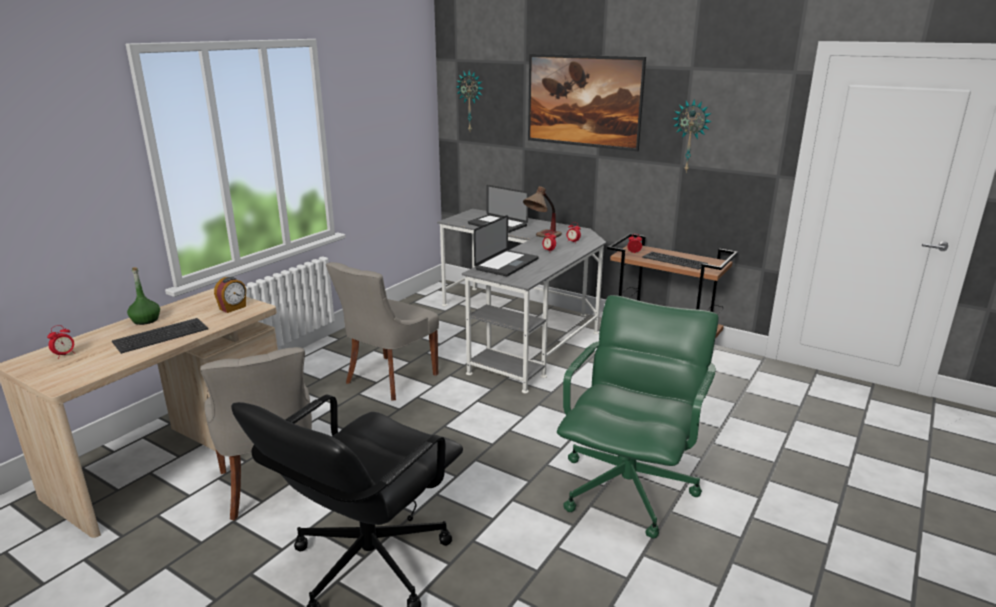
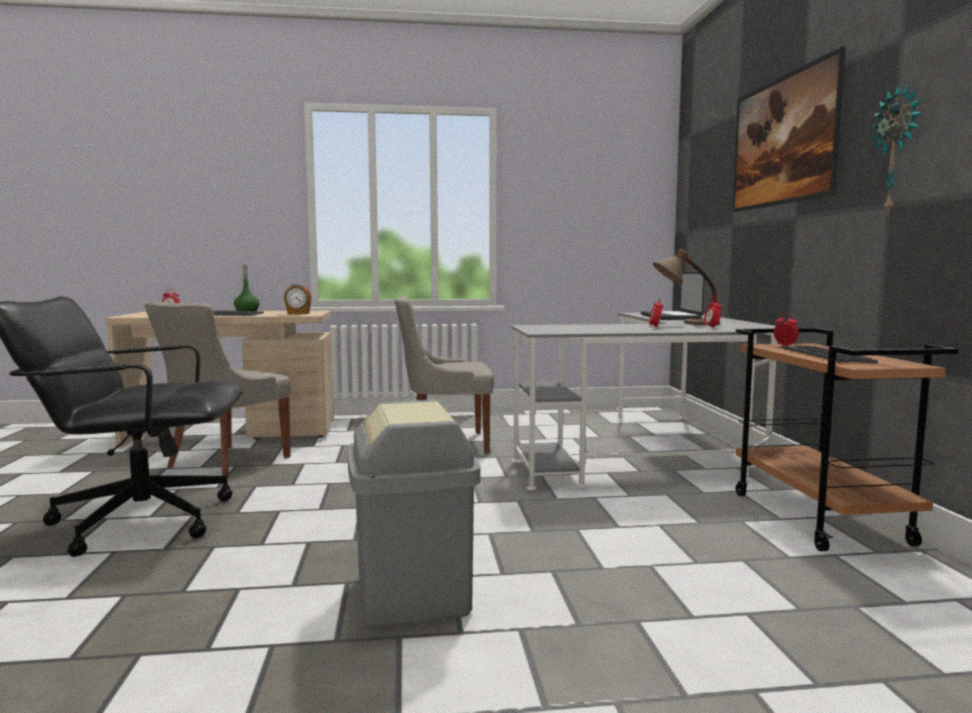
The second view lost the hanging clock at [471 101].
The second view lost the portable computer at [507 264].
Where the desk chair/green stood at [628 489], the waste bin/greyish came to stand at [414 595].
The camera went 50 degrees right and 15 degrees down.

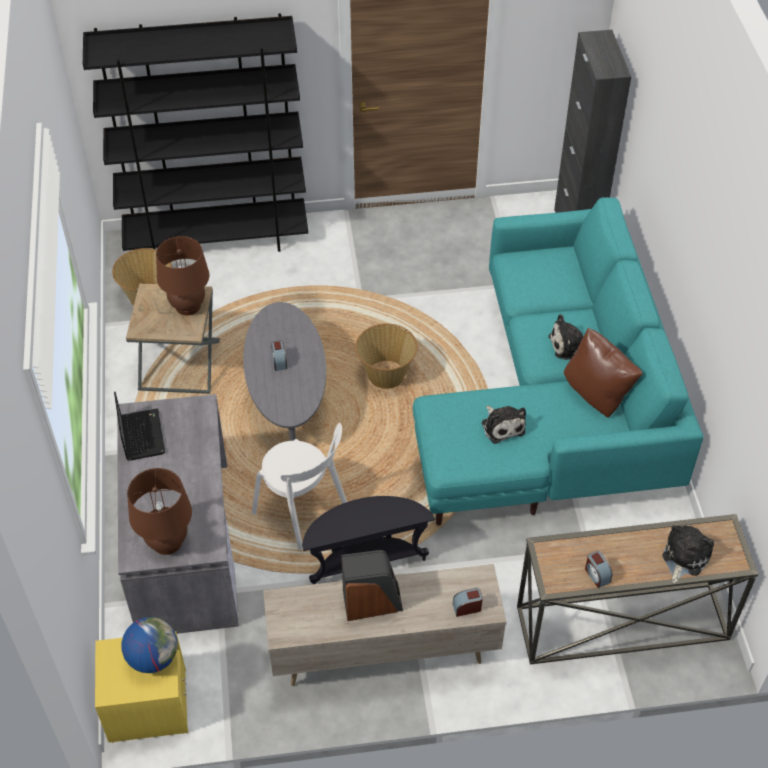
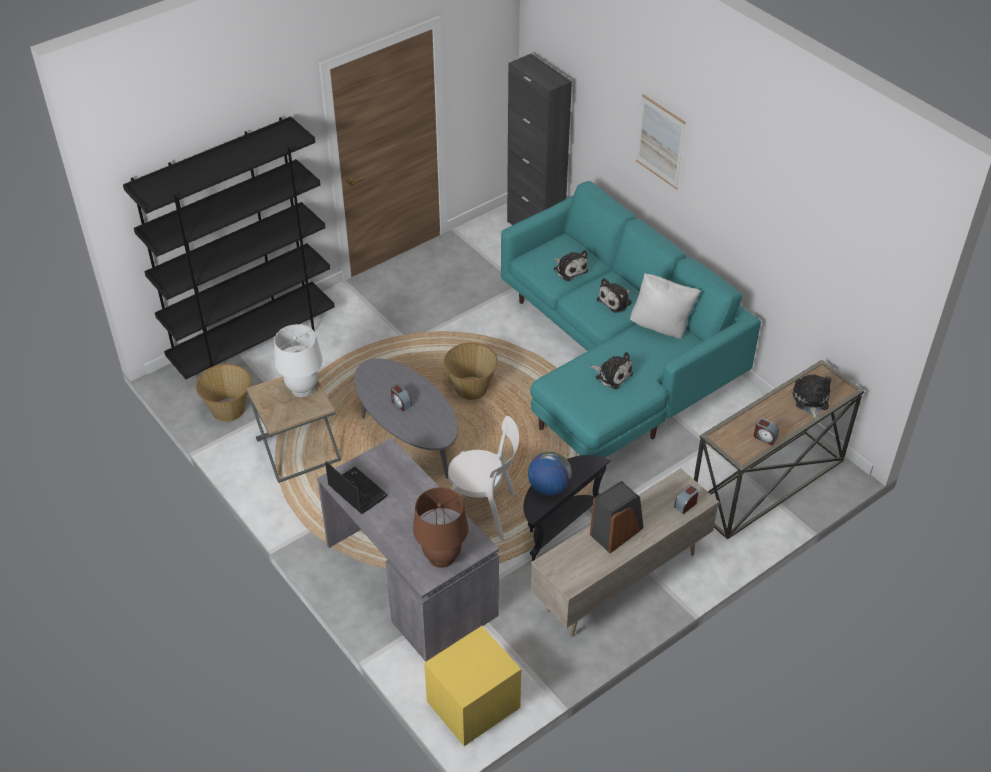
What was the tabletop lamp/brown-coloured at [188 306] turned into the tabletop lamp/white at [302 388].
What was the cushion/brown-coloured at [597 395] turned into the cushion/white at [661 327].
The desk globe ended up elsewhere, having gone from [153 657] to [549 487].
The second view gained the wall picture at [660 141].
The second view gained the soft toy at [569 269].
The camera went 30 degrees left and 5 degrees down.

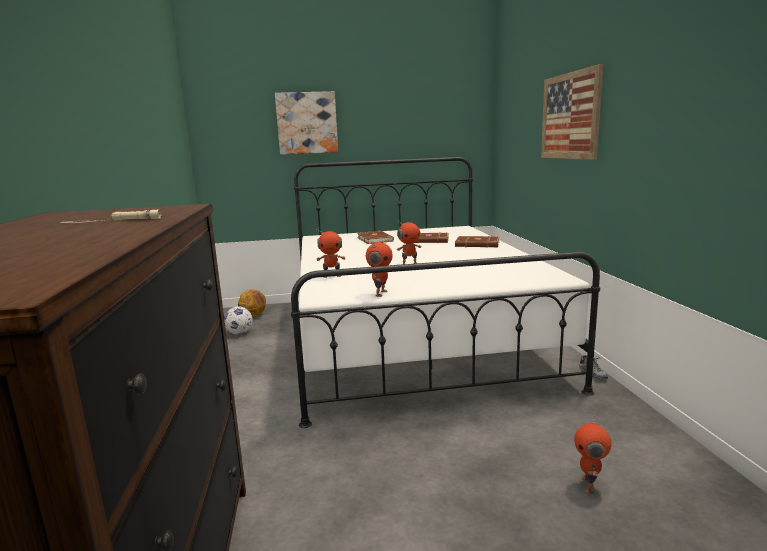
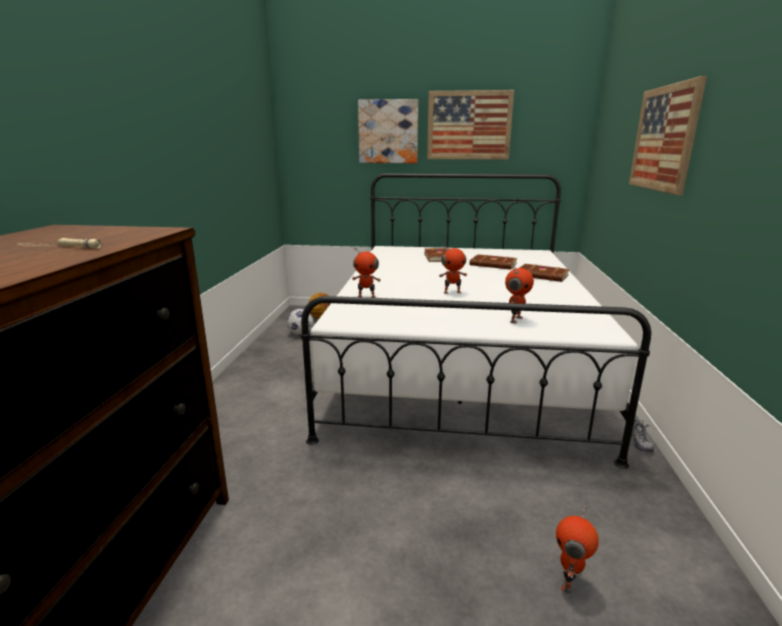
The toy robot ended up elsewhere, having gone from [380 293] to [515 319].
The second view gained the wall picture at [469 125].
The camera went 15 degrees right and 5 degrees up.

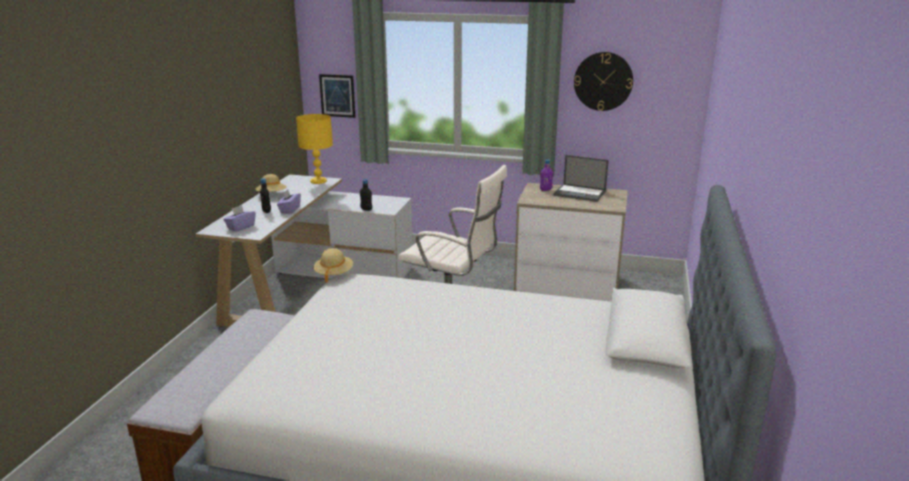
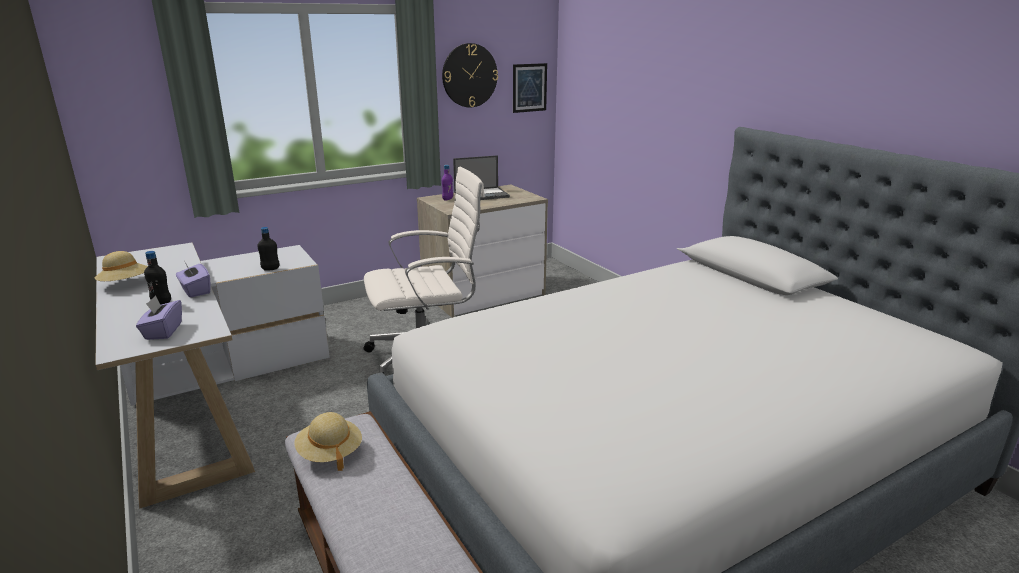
The wall picture ended up elsewhere, having gone from [337 95] to [529 88].
The second view lost the tabletop lamp/yellow-coloured at [318 181].
The clothing hat/sand-coloured ended up elsewhere, having gone from [334 274] to [330 453].
The camera went 45 degrees left and 0 degrees up.

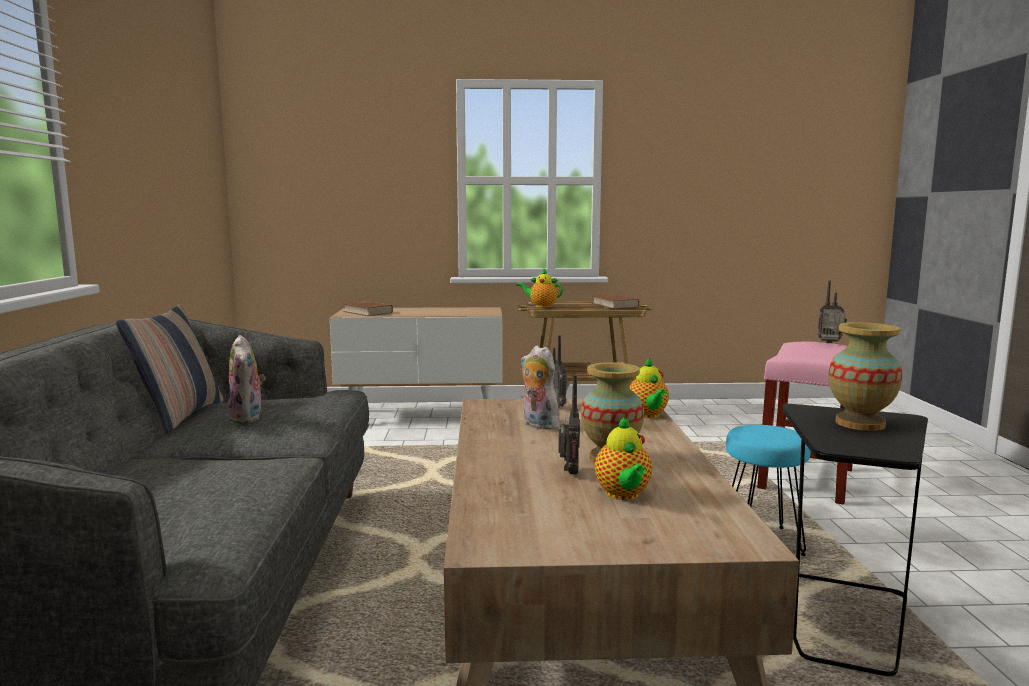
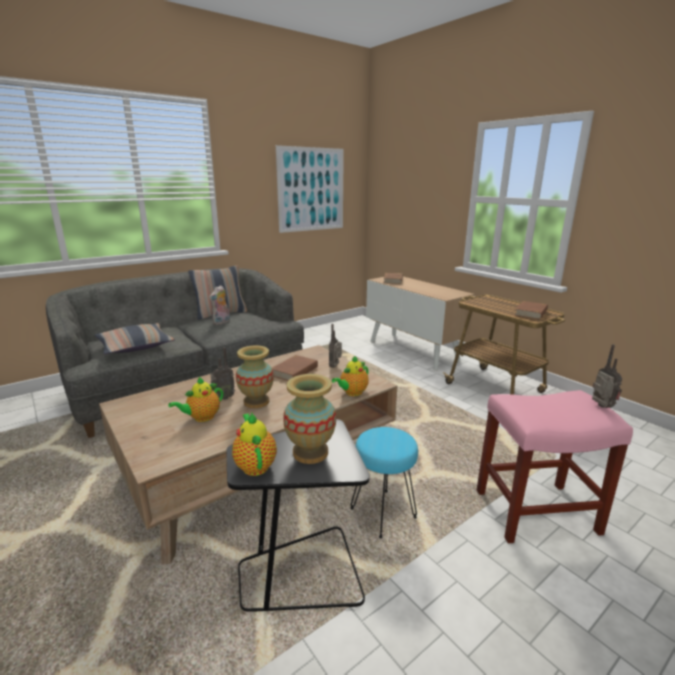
The teapot ended up elsewhere, having gone from [541 306] to [255 465].
Where the soft toy stood at [537 425], the bound book/brown-coloured came to stand at [295 371].
The second view gained the wall picture at [311 189].
The second view gained the cushion at [135 346].
The camera went 55 degrees right and 10 degrees up.

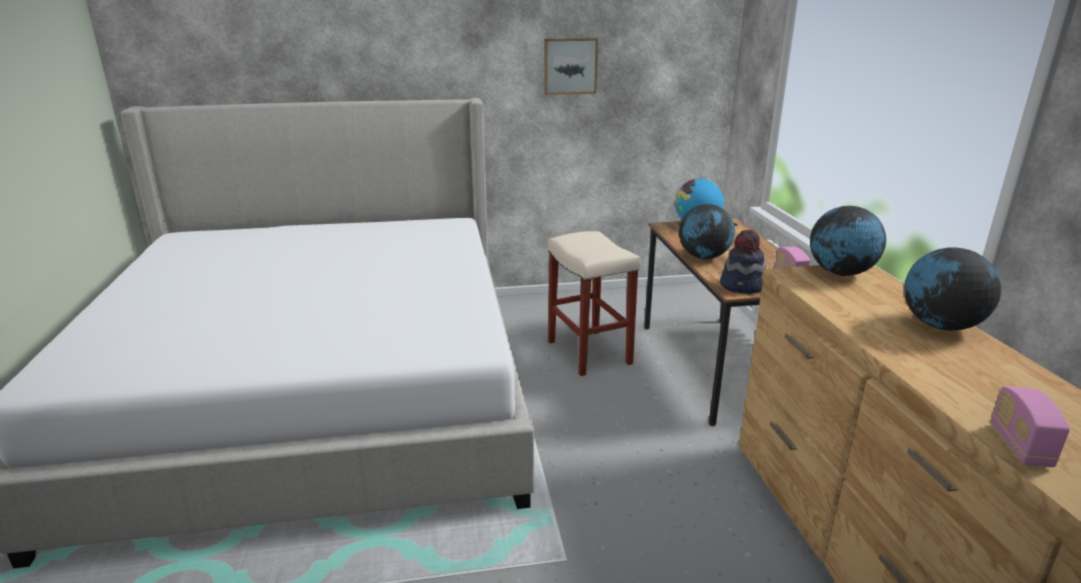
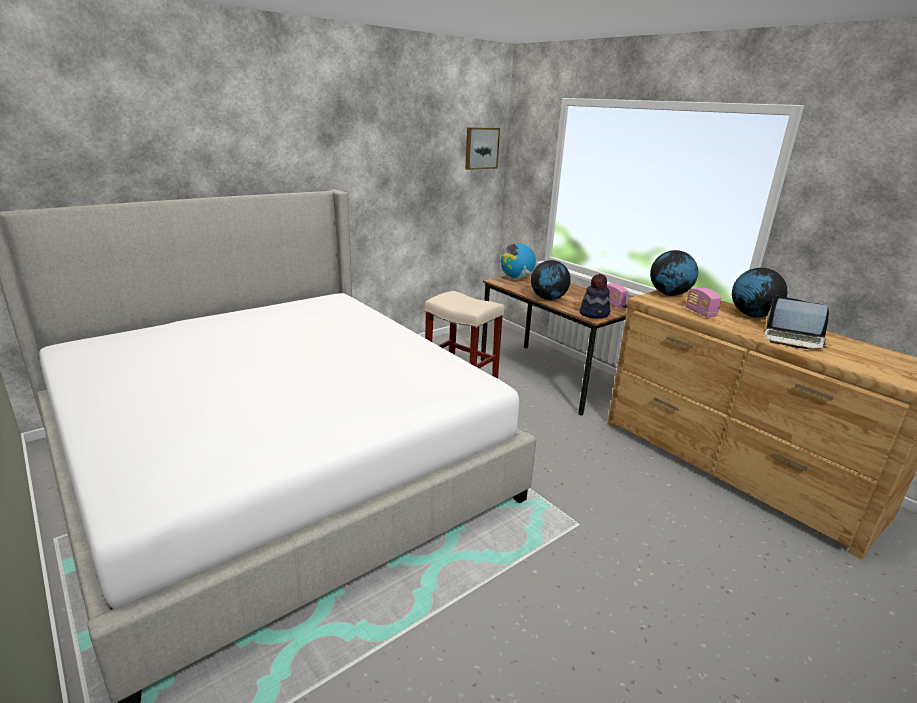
The wall picture ended up elsewhere, having gone from [570 66] to [481 148].
The radio receiver ended up elsewhere, having gone from [1020 446] to [700 312].
The second view gained the portable computer at [793 340].
The camera went 30 degrees left and 0 degrees up.

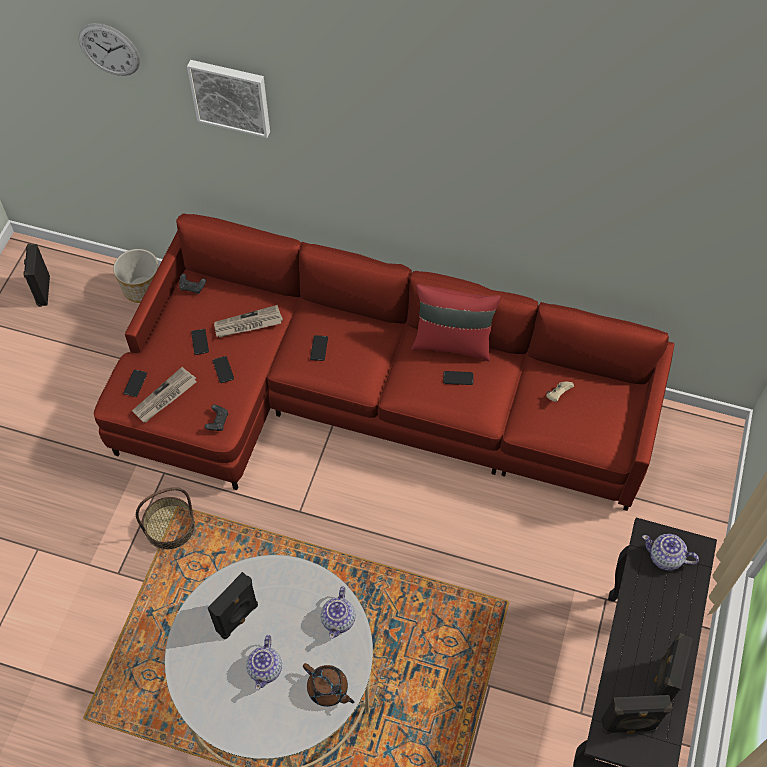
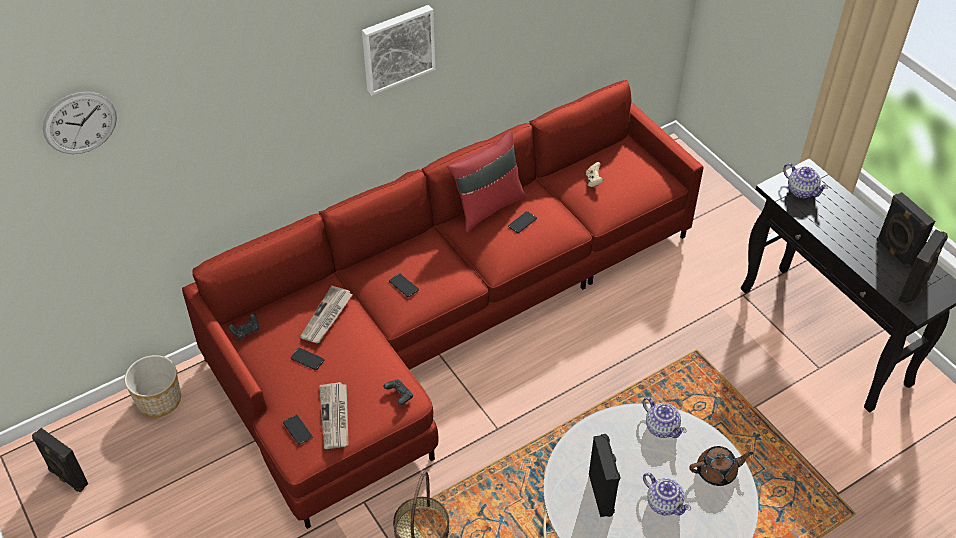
The wall picture ended up elsewhere, having gone from [231 96] to [397 48].
The second view lost the telephone at [223 370].
The teapot at [666 558] ended up facing another way, 105 degrees counterclockwise from before.
The camera went 50 degrees left and 10 degrees down.

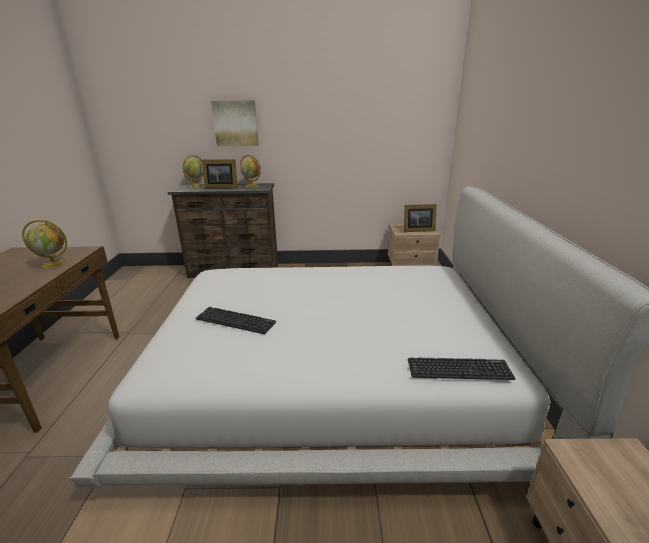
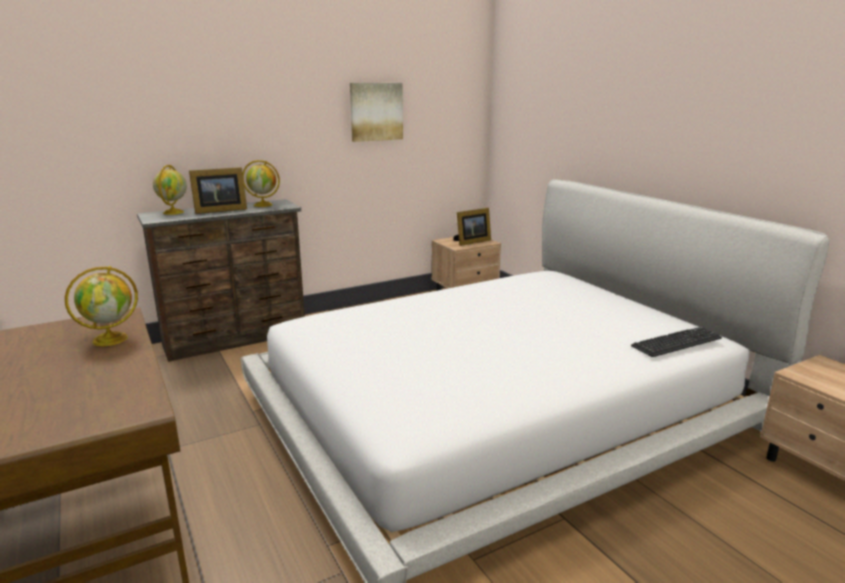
The wall picture ended up elsewhere, having gone from [235 123] to [376 111].
The second view lost the PC keyboard at [235 321].
The camera went 30 degrees left and 5 degrees down.

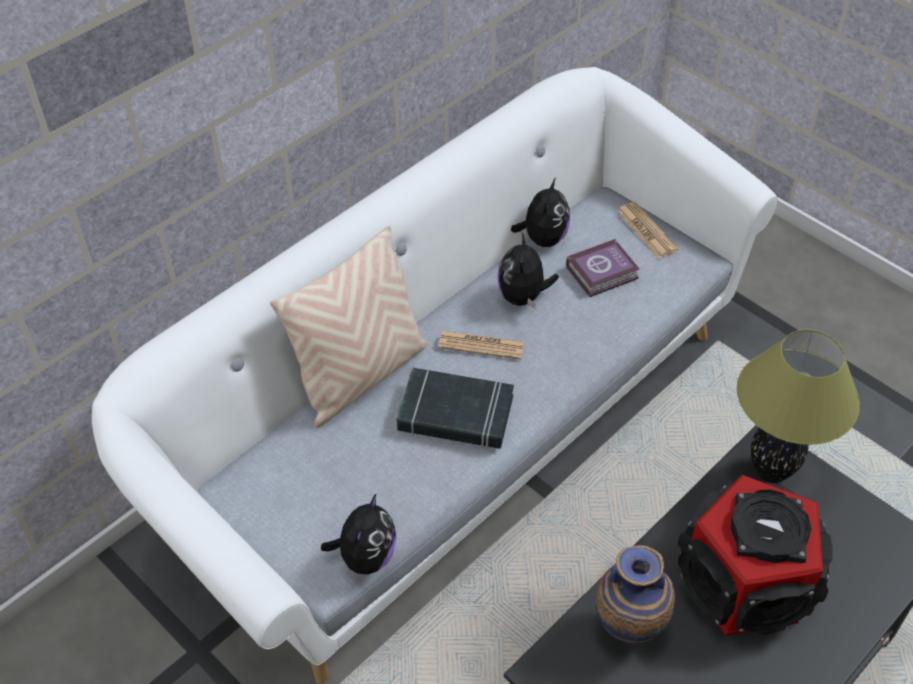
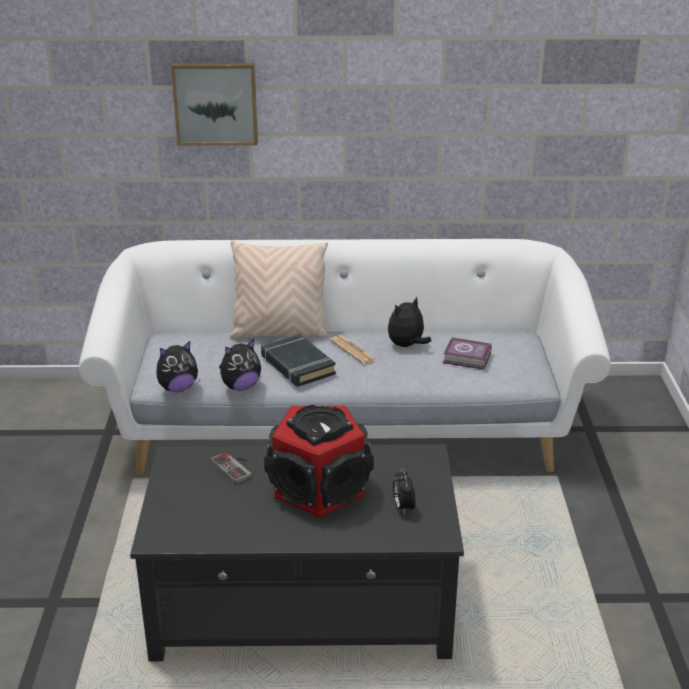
The soft toy ended up elsewhere, having gone from [542 238] to [240 386].
The second view lost the newspaper at [646 231].
The second view lost the tabletop lamp at [770 470].
Where the vase stood at [628 628], the gamepad came to stand at [235 467].
The second view gained the wall picture at [215 103].
The second view gained the alarm clock at [403 507].
The camera went 45 degrees right and 20 degrees down.

